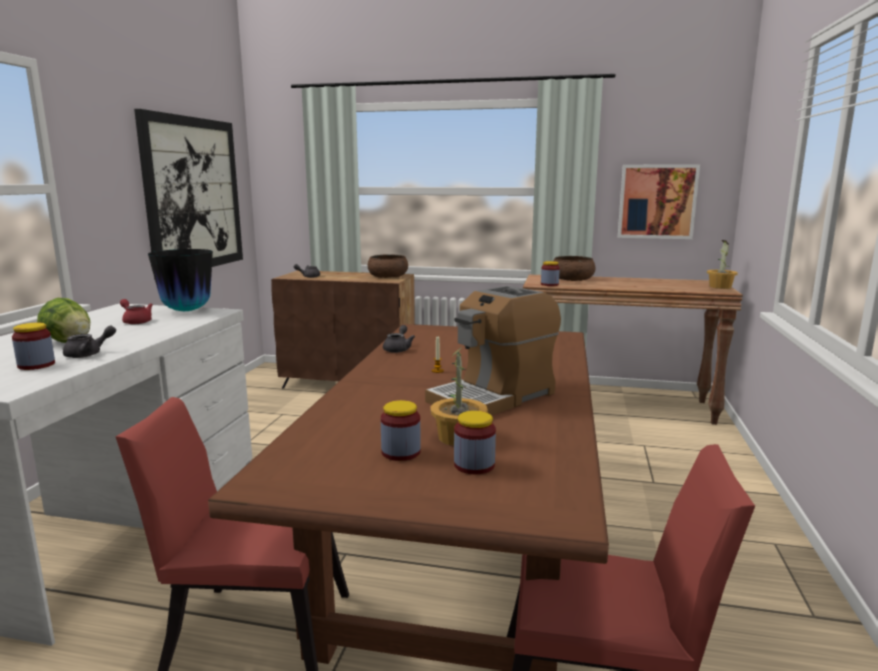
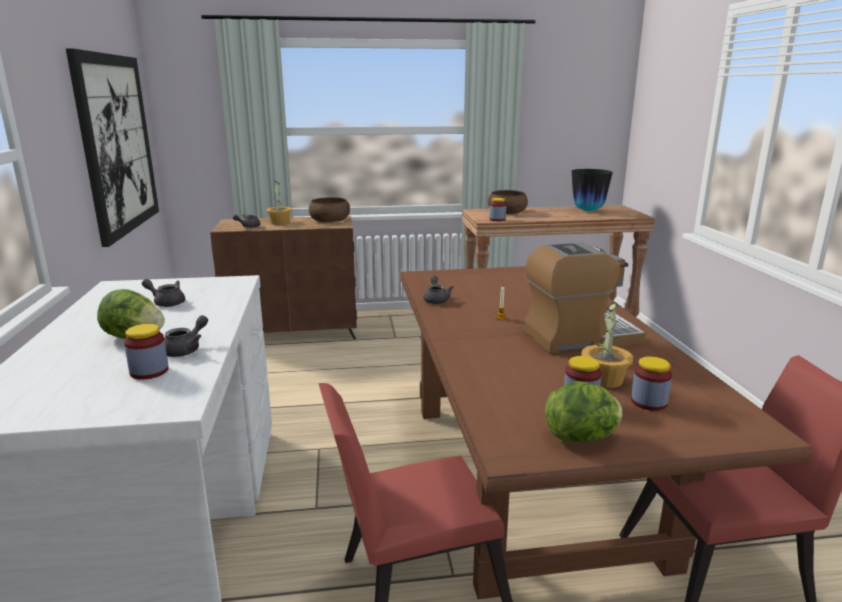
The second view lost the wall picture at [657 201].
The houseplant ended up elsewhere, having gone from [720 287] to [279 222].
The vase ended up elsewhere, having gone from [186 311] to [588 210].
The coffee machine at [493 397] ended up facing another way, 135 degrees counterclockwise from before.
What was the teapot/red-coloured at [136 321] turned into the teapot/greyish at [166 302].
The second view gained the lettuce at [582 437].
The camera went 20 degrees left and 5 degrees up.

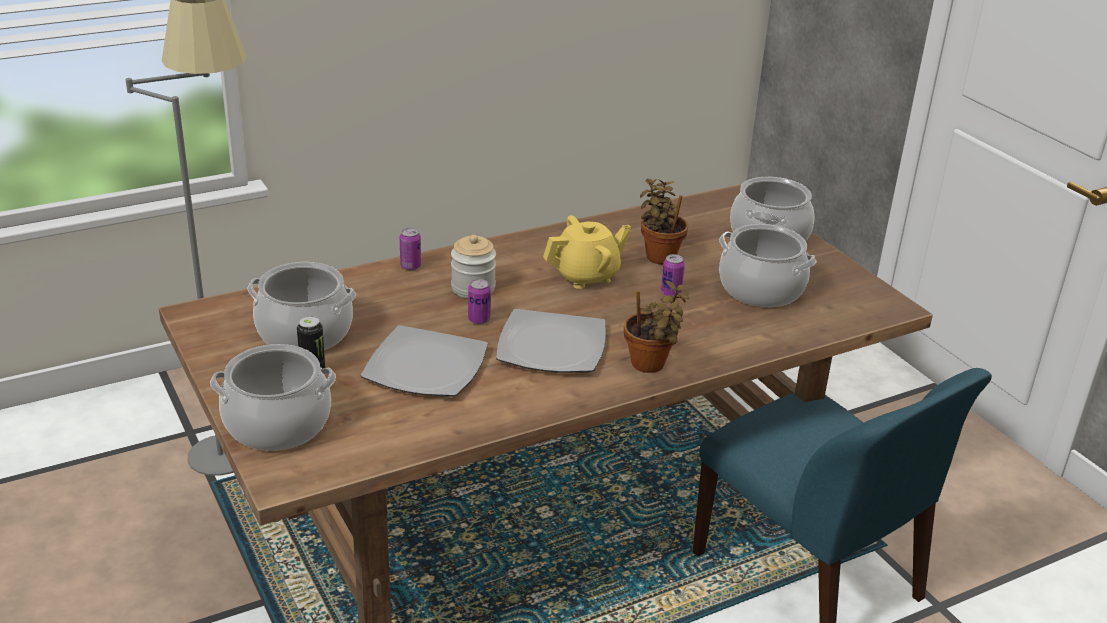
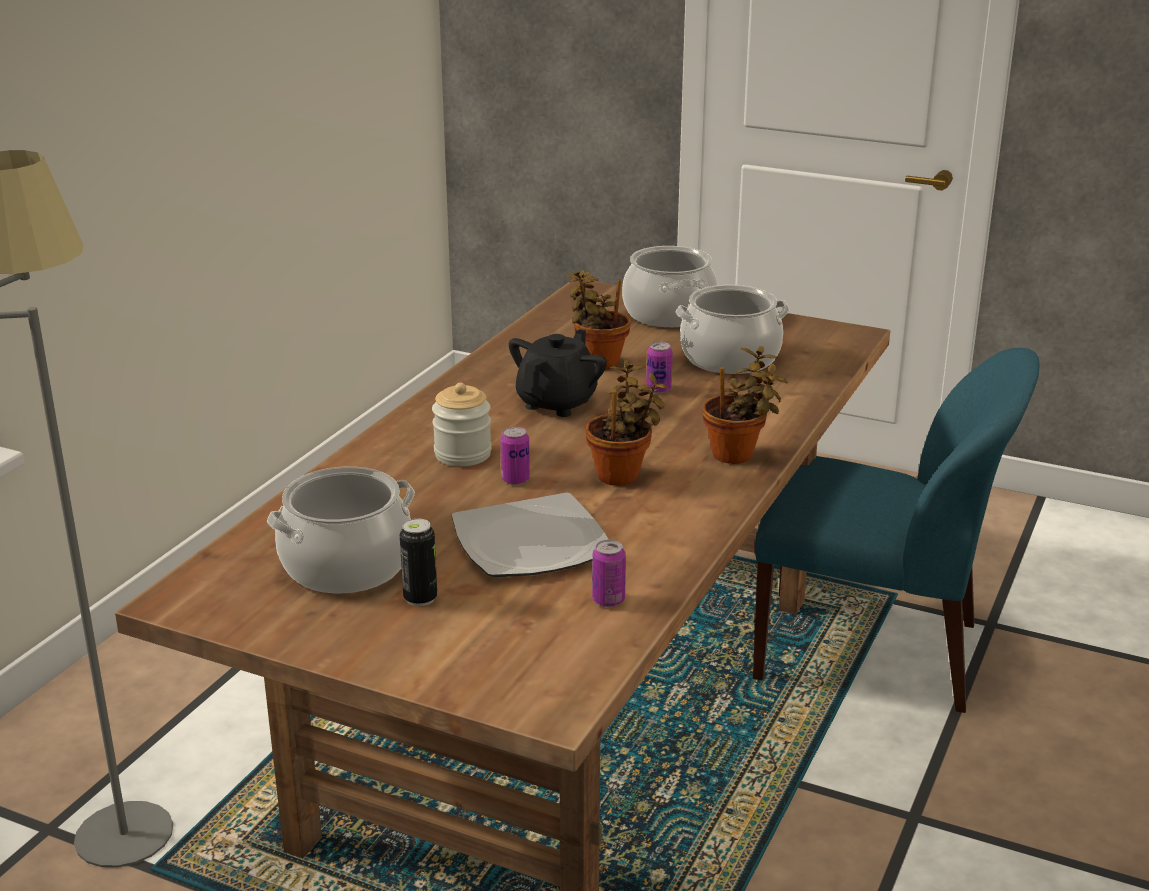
What was the teapot/yellow-coloured at [586 276] turned into the teapot/black-coloured at [557 403].
The metal can ended up elsewhere, having gone from [410 266] to [608 600].
Where the dinner plate stood at [551 346], the houseplant came to stand at [622 475].
The second view lost the cooking pot at [278 423].
The camera went 35 degrees left and 5 degrees down.

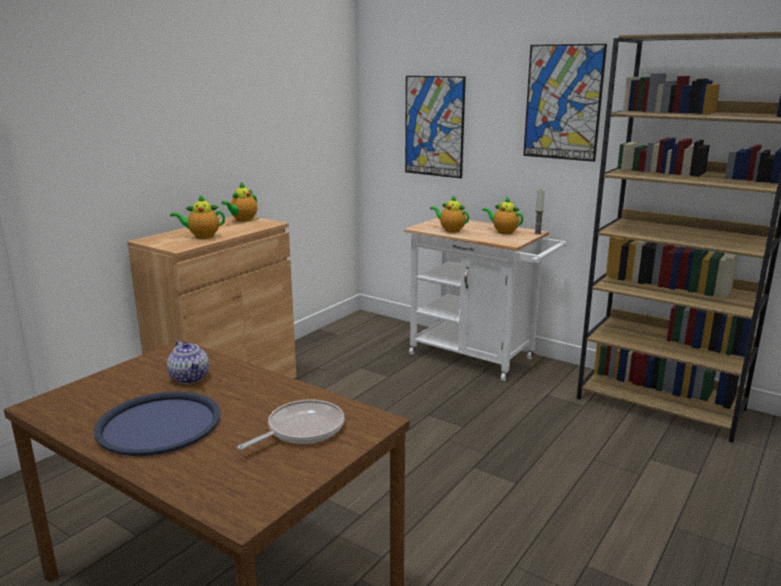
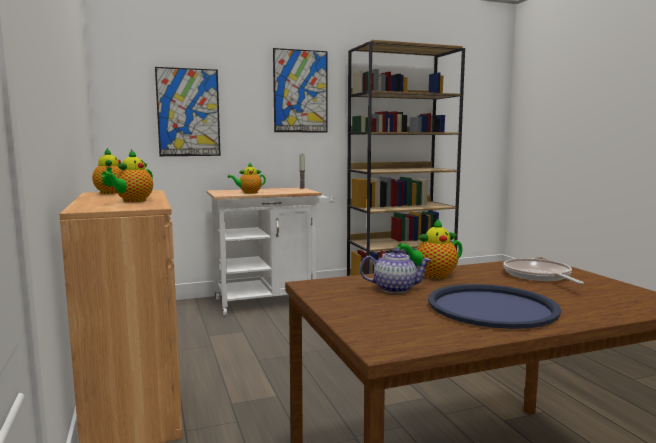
The teapot ended up elsewhere, having gone from [503 232] to [432 276].
The camera went 55 degrees left and 10 degrees down.

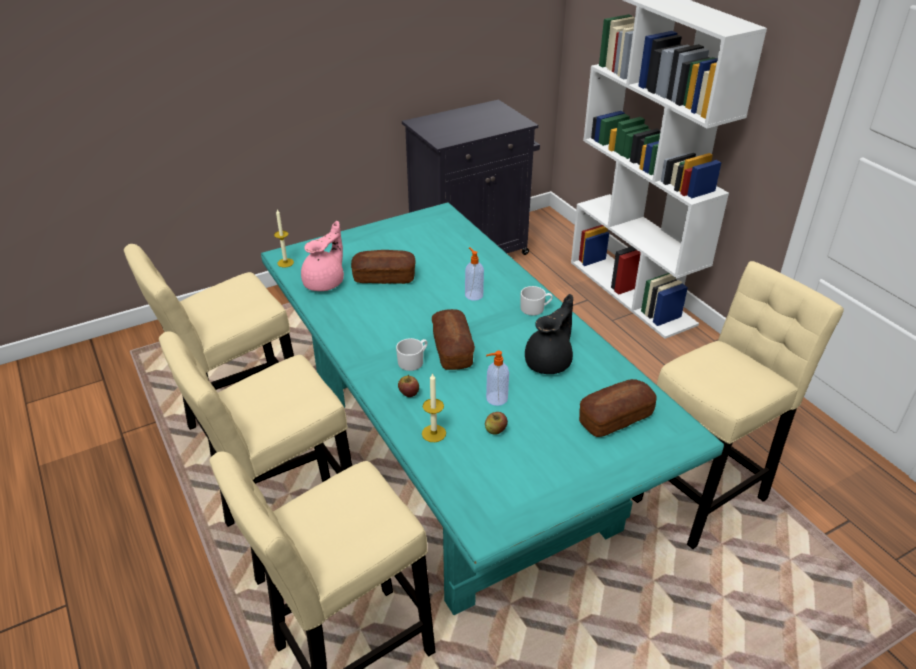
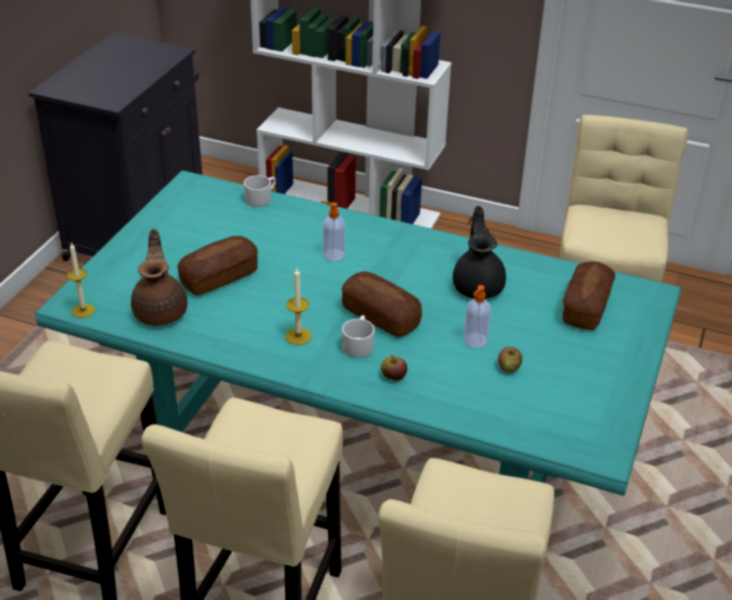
What was the teapot/pink at [325 282] turned into the teapot/brown-coloured at [161 311].
The tea mug/white ended up elsewhere, having gone from [535 308] to [261 199].
The candle ended up elsewhere, having gone from [434 433] to [298 336].
The camera went 40 degrees left and 0 degrees up.

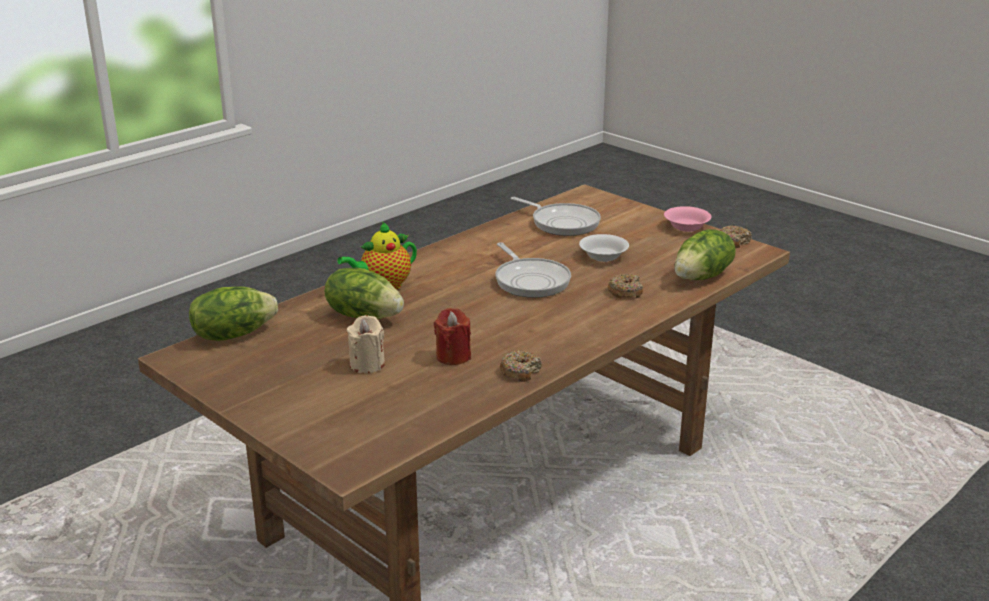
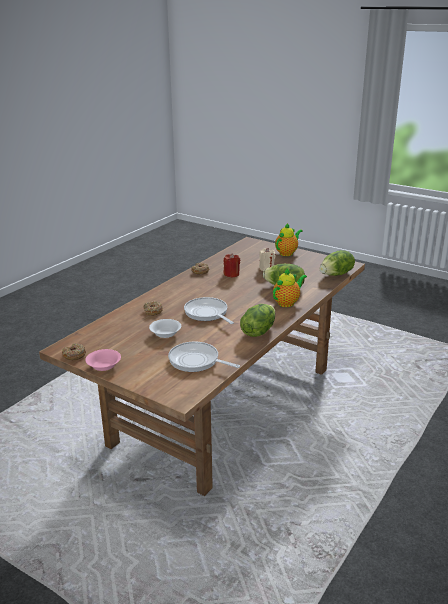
The lettuce ended up elsewhere, having gone from [703 277] to [258 331].
The second view gained the teapot at [287 253].
The camera went 170 degrees right and 0 degrees up.

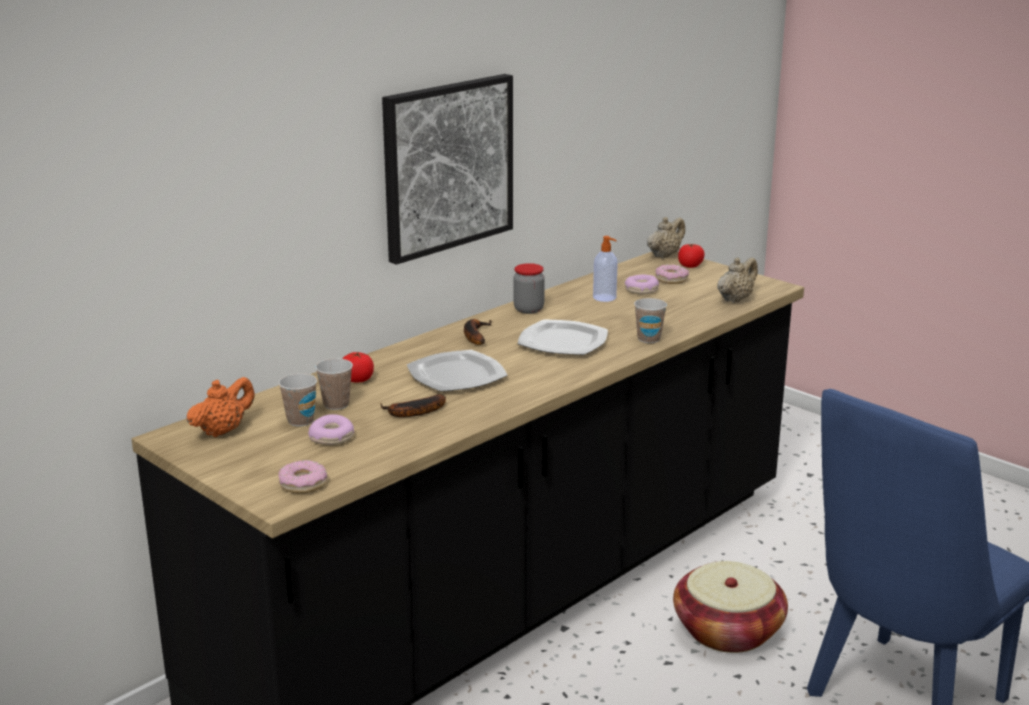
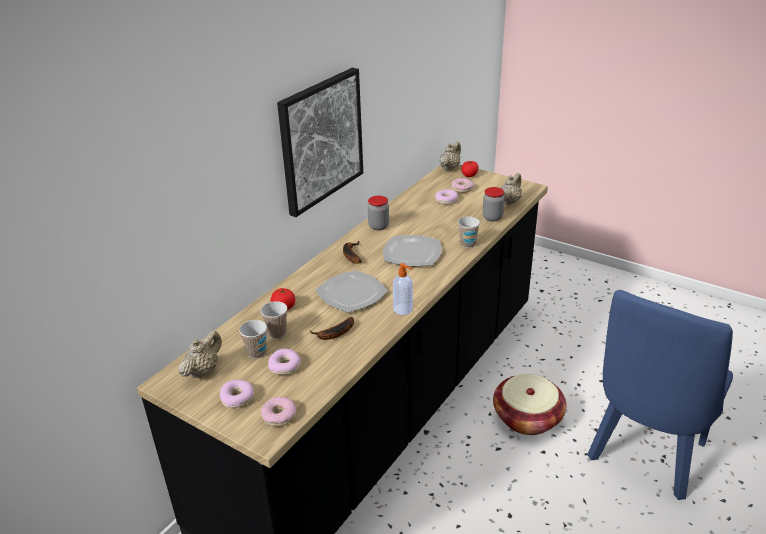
The soap dispenser ended up elsewhere, having gone from [605 298] to [403 309].
What was the teapot/orangey at [223 431] turned into the teapot/sand-coloured at [203 371].
The second view gained the storage jar at [492 217].
The second view gained the donut at [237 398].
The camera went 10 degrees left and 10 degrees up.

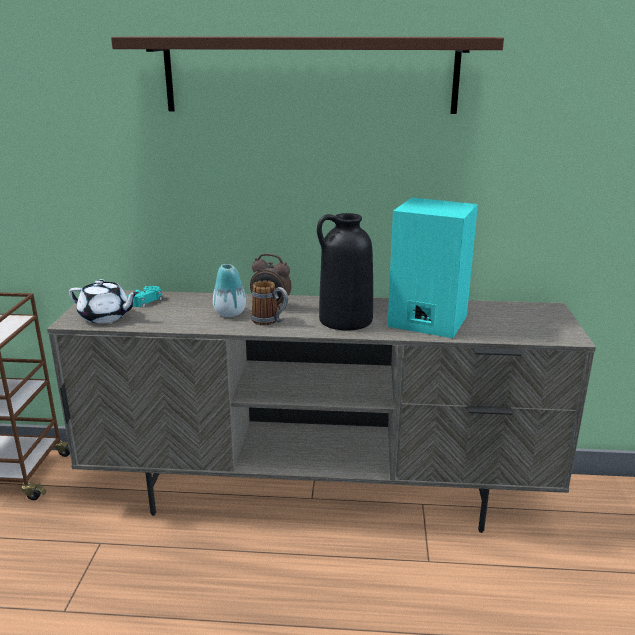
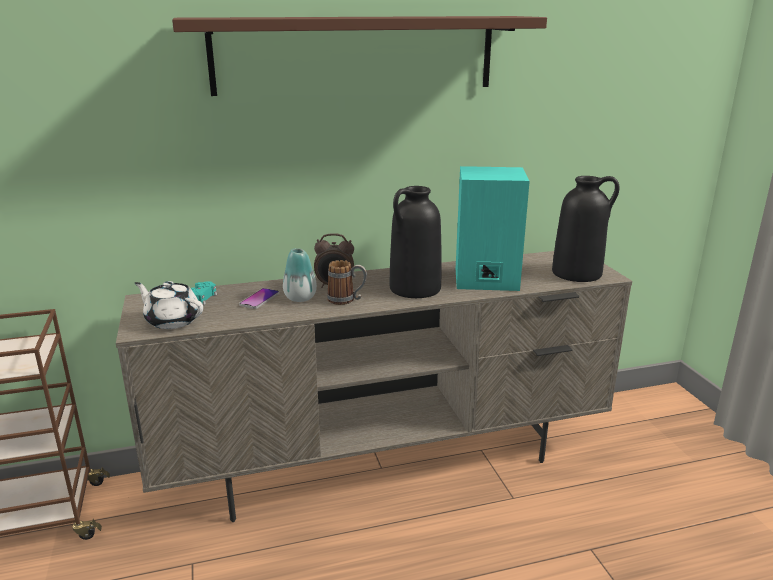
The teapot/white at [105 317] ended up facing another way, 150 degrees counterclockwise from before.
The second view gained the vase/black-coloured at [577 273].
The second view gained the telephone at [259 299].
The camera went 20 degrees left and 0 degrees up.

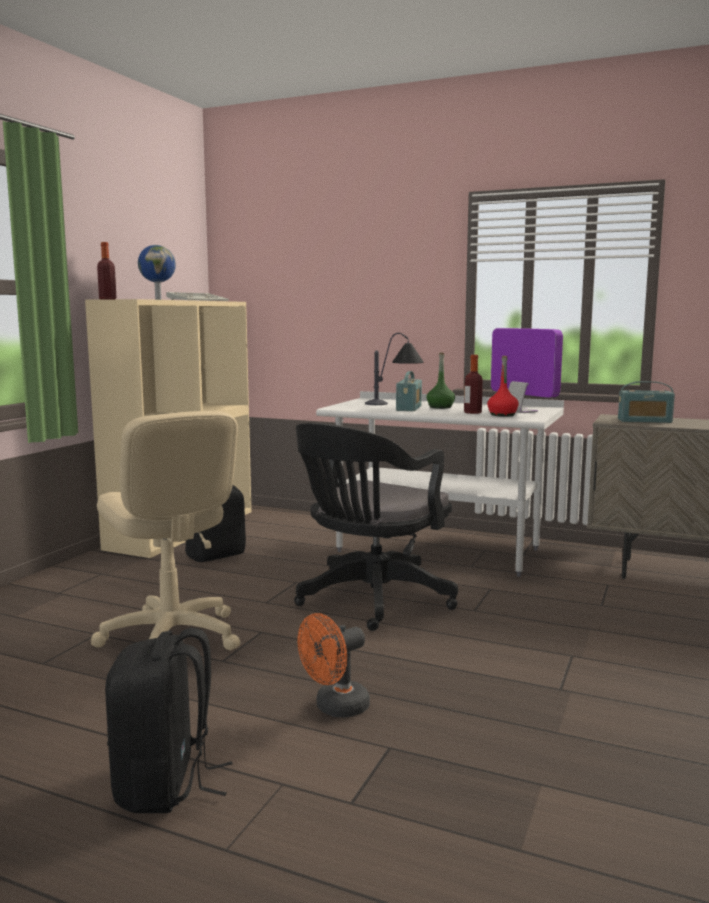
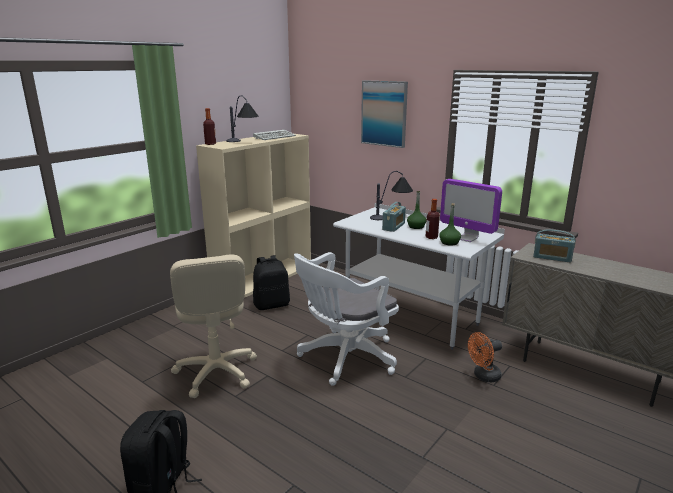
Where the desk globe stood at [158 299], the tabletop lamp came to stand at [243 142].
The computer display at [521 411] ended up facing another way, 150 degrees clockwise from before.
What was the beverage bottle/red-coloured at [502 415] turned into the beverage bottle/green at [449 243].
What was the desk chair/black-coloured at [370 601] turned into the desk chair/white at [344 358].
The fan/orangey ended up elsewhere, having gone from [335 708] to [483 376].
The second view gained the wall picture at [384 113].
The camera went 15 degrees right and 10 degrees up.

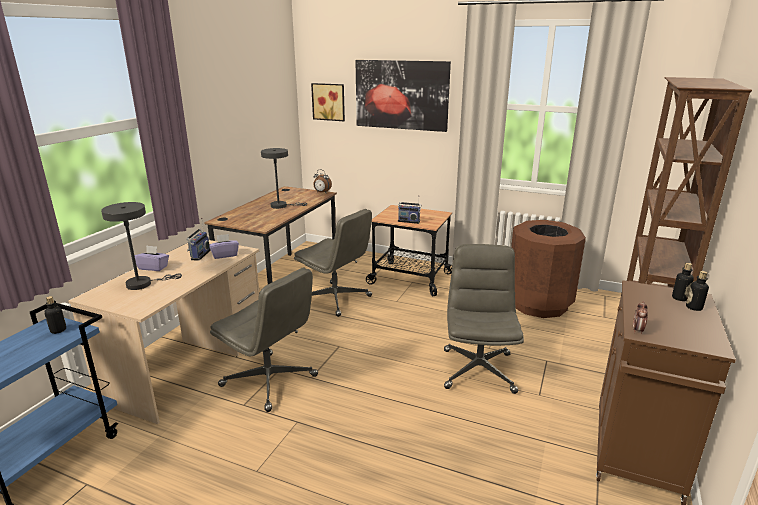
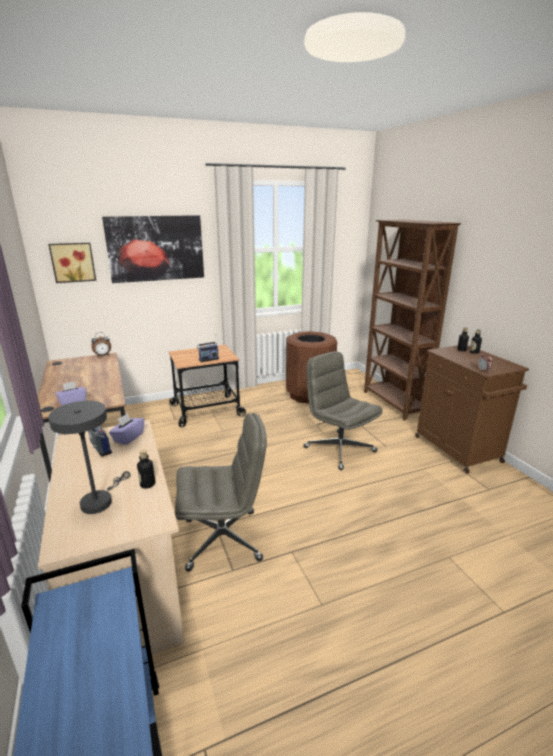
The second view lost the tabletop lamp/greyish at [281 206].
The second view lost the desk chair/greyish at [336 299].
The box of tissues/purplish ended up elsewhere, having gone from [153 267] to [73 402].
The beverage bottle ended up elsewhere, having gone from [58 330] to [147 484].
The camera went 45 degrees left and 0 degrees up.

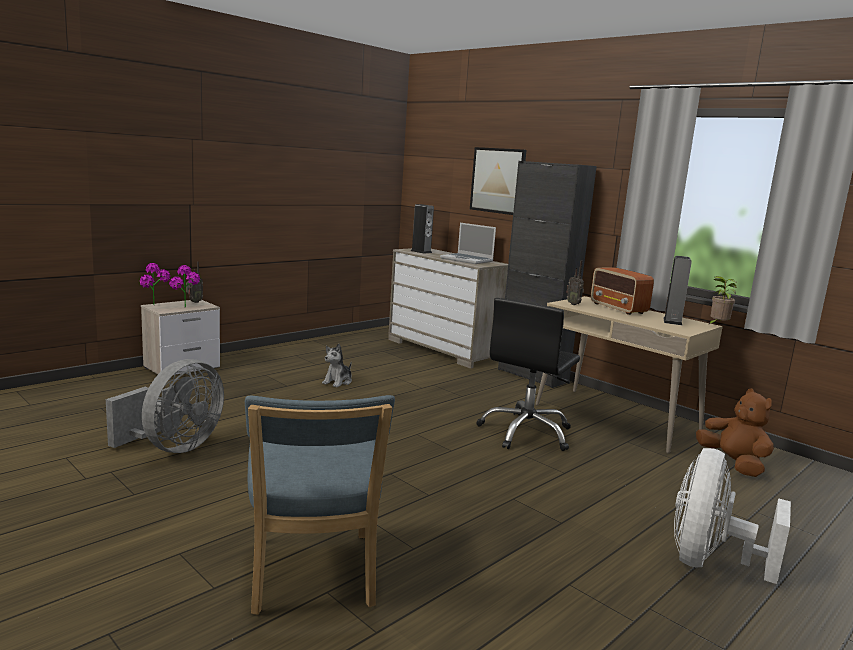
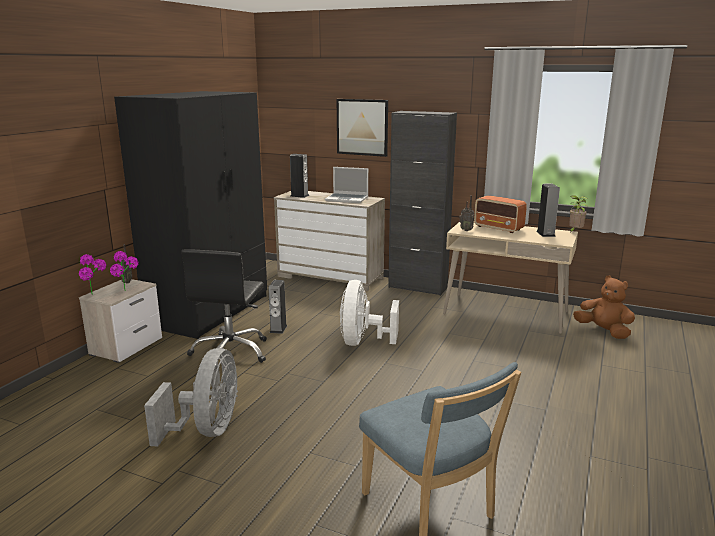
The desk chair/black-coloured ended up elsewhere, having gone from [526 433] to [230 352].
Where the soft toy stood at [338 382], the audio speaker came to stand at [278 329].
The fan/white ended up elsewhere, having gone from [709 561] to [363 342].
The second view gained the armoire/black-coloured at [210 310].
The camera went 20 degrees left and 5 degrees up.

